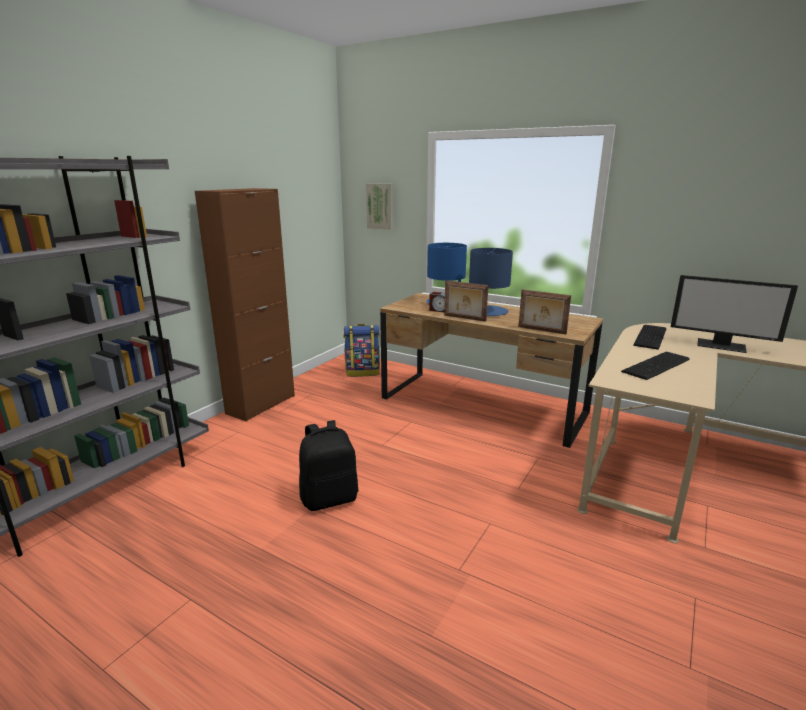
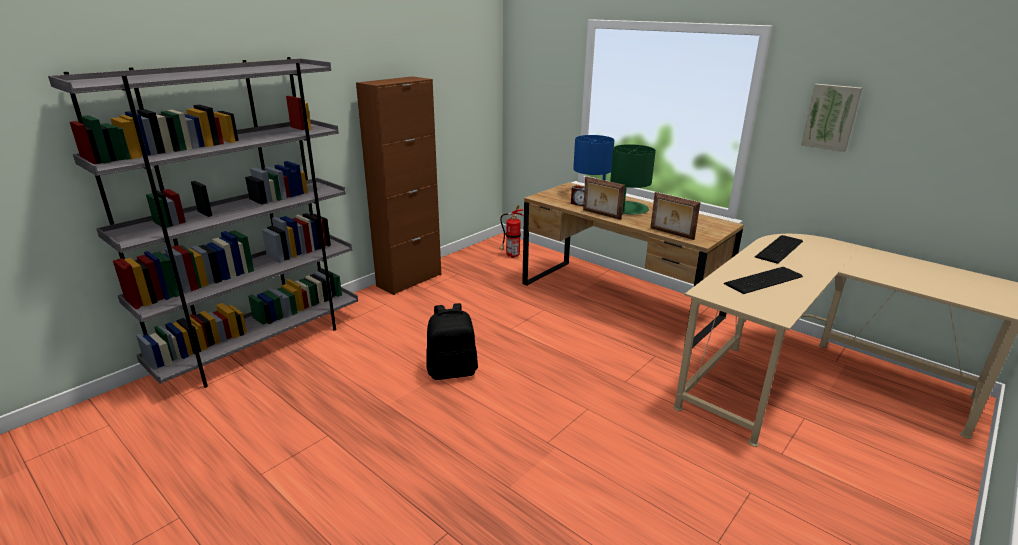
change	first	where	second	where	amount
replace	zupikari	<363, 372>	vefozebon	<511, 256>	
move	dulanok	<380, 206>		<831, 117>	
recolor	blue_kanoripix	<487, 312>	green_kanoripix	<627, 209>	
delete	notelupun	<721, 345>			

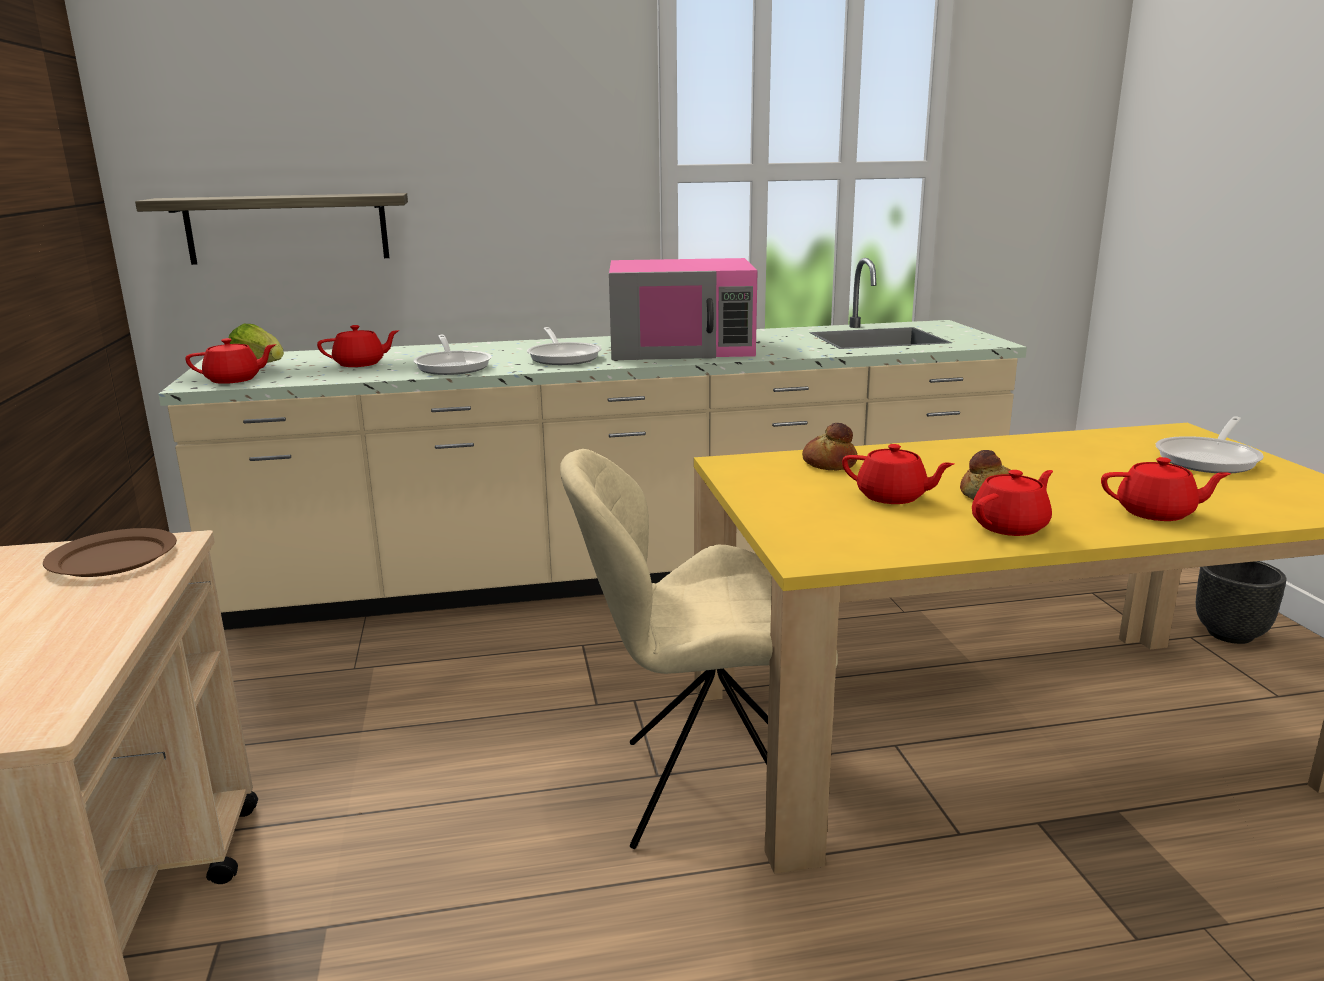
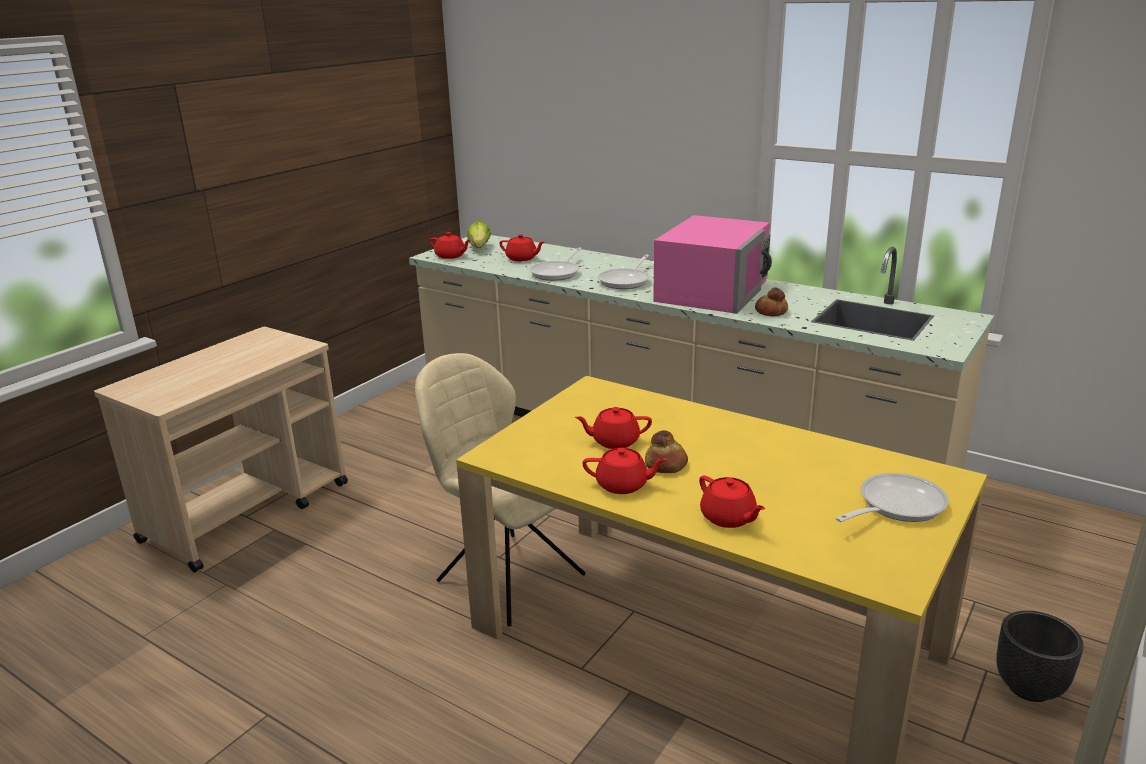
change	first	where	second	where	amount
delete	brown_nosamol	<112, 558>			
delete	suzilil	<287, 228>			
rotate	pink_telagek	<682, 347>		<712, 291>	105 degrees counterclockwise
move	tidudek	<828, 464>		<770, 311>	
rotate	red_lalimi	<892, 497>		<614, 441>	105 degrees clockwise
rotate	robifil	<1210, 459>		<895, 505>	150 degrees clockwise

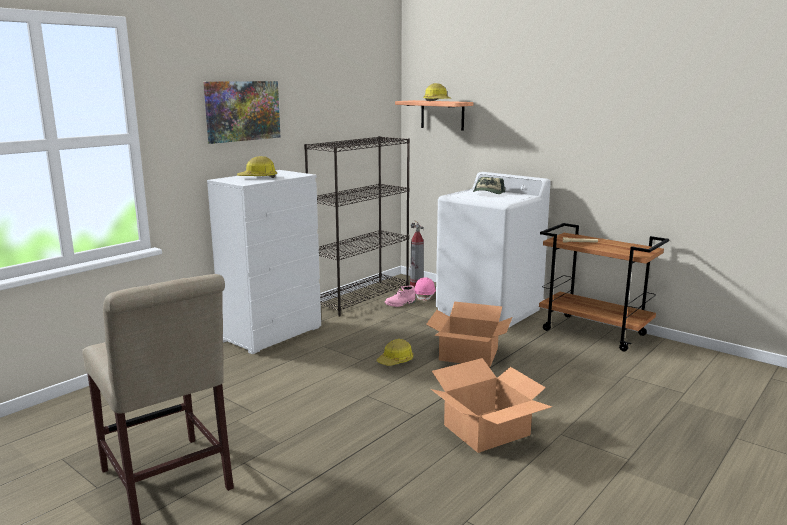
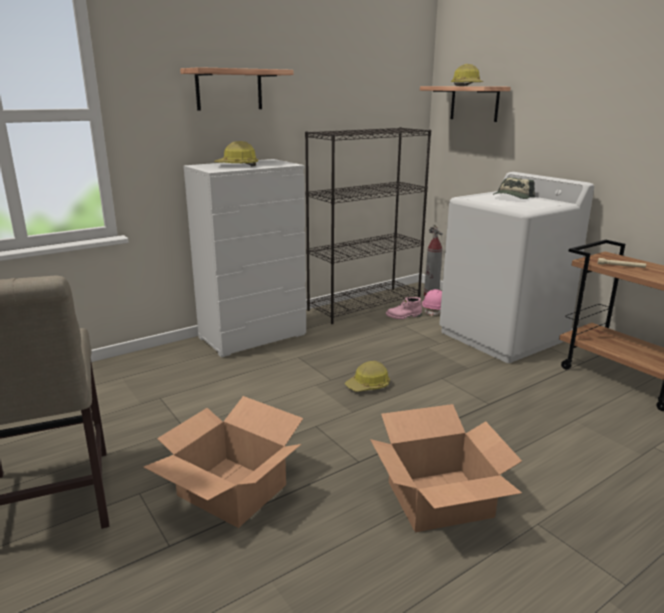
change	first	where	second	where	amount
replace	dulanok	<242, 111>	suzilil	<229, 89>	
move	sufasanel	<468, 355>		<231, 491>	

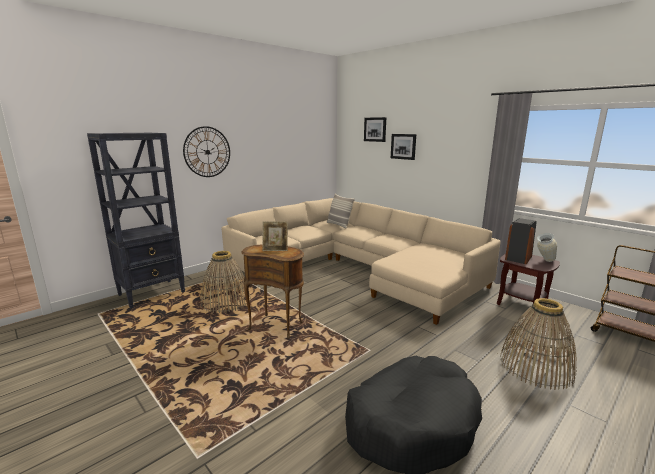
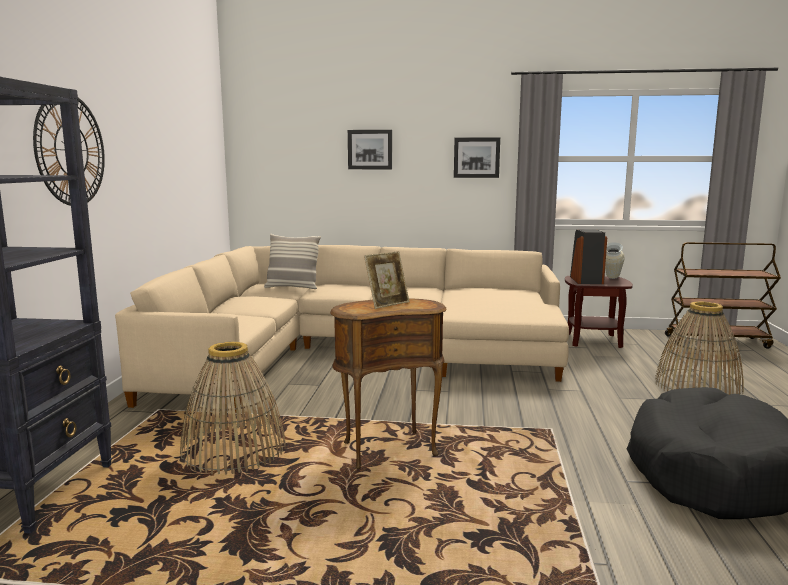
change	first	where	second	where	amount
move	dulanok	<375, 129>		<476, 157>	

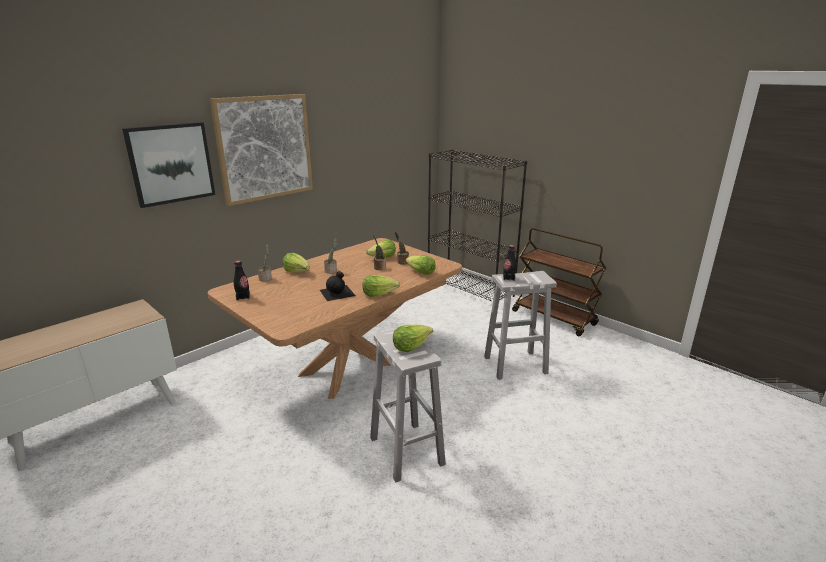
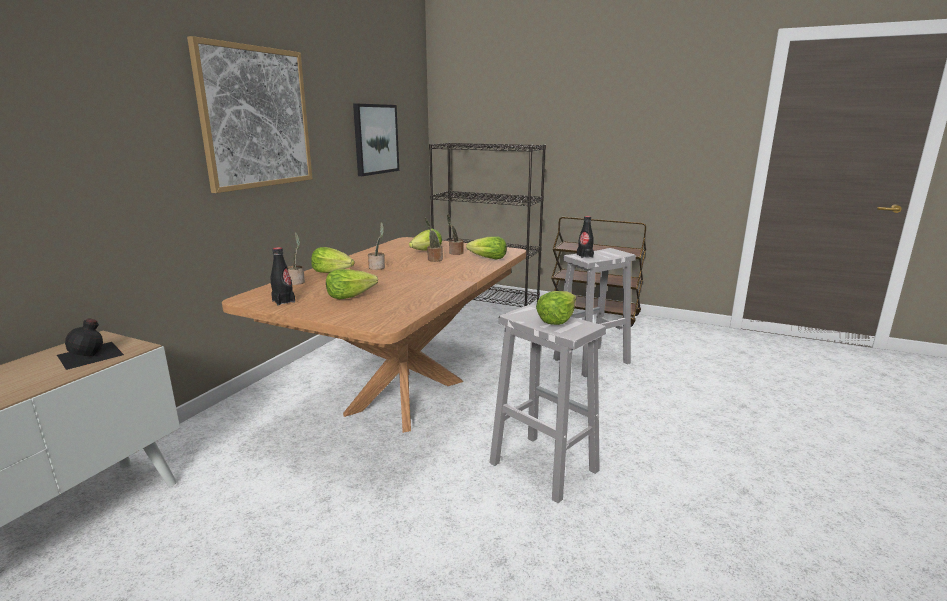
change	first	where	second	where	amount
move	dulanok	<171, 163>		<375, 139>	
move	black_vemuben	<338, 292>		<91, 354>	
move	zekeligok	<379, 294>		<350, 296>	

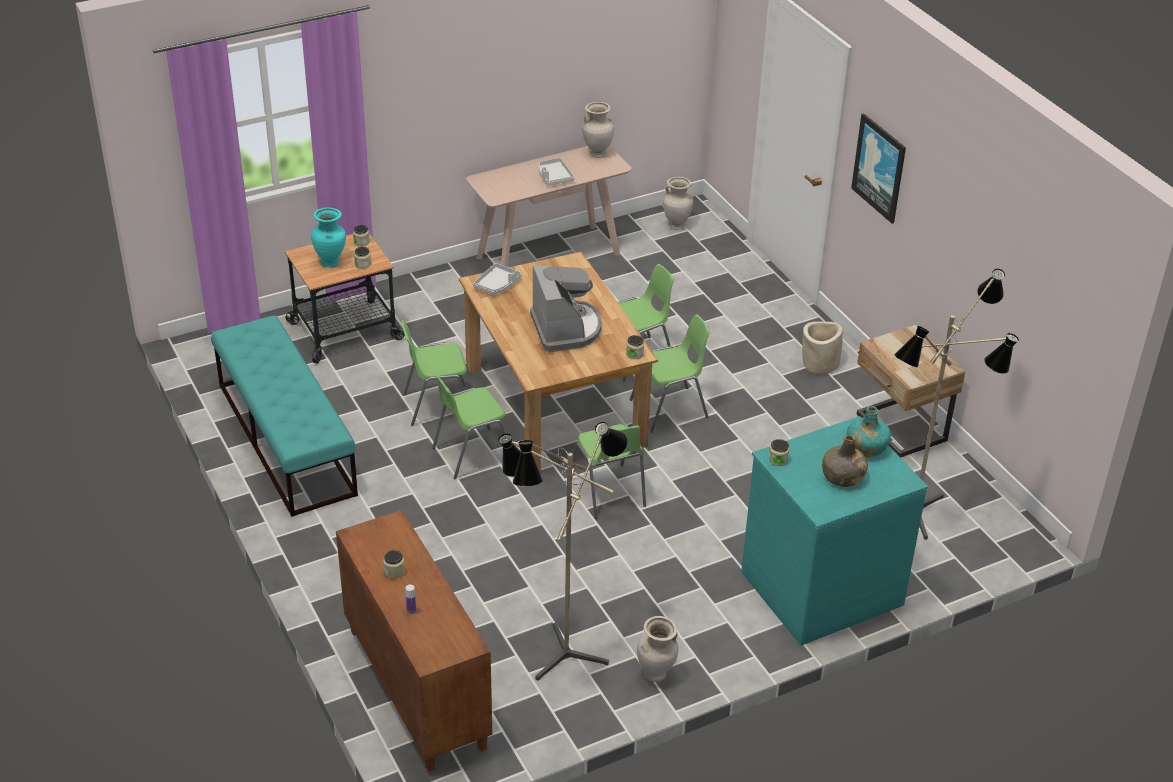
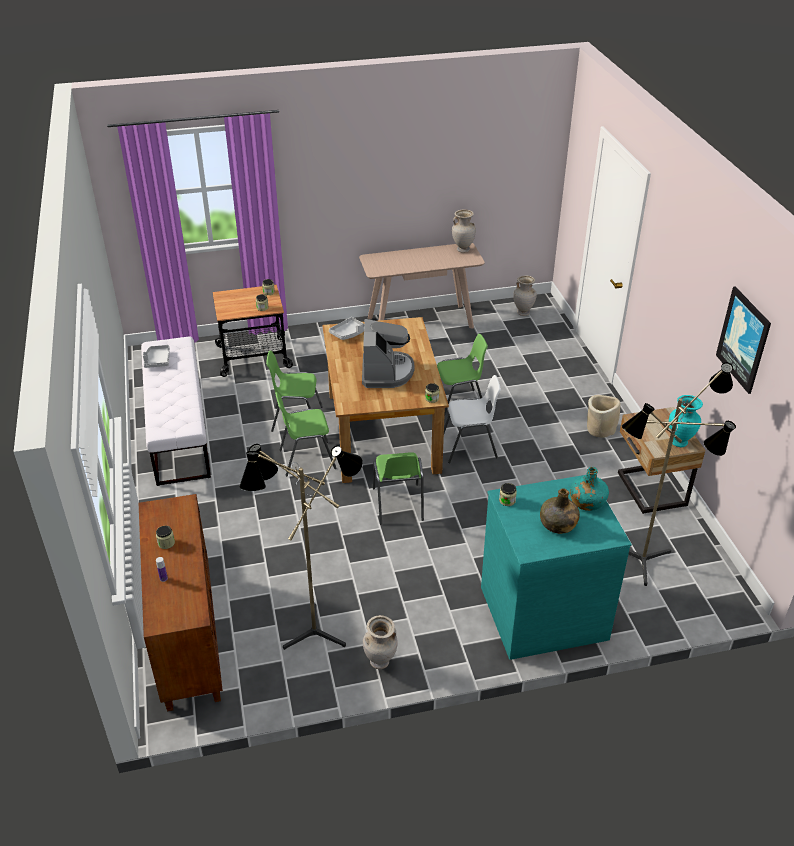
change	first	where	second	where	amount
recolor	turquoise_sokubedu	<286, 438>	white_sokubedu	<178, 427>	
move	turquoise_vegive	<331, 262>		<679, 442>	
move	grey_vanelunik	<554, 177>		<157, 360>	
recolor	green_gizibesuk	<670, 409>	white_gizibesuk	<470, 447>	
move	dulanok	<879, 168>		<744, 339>	

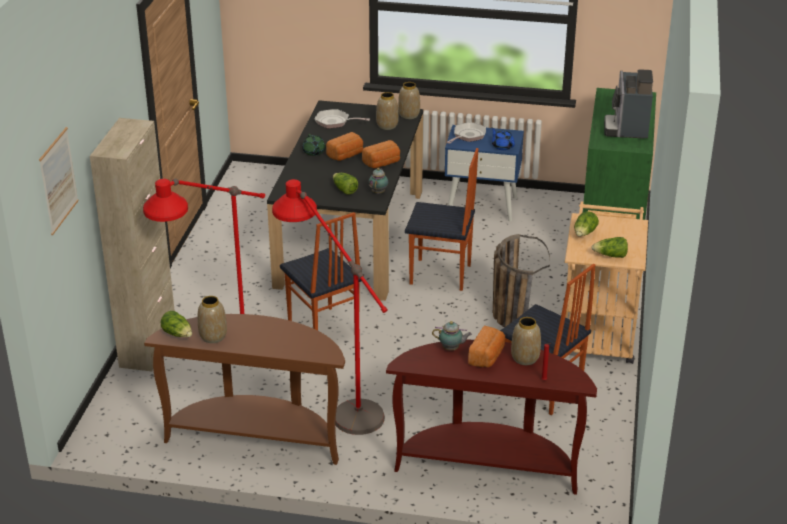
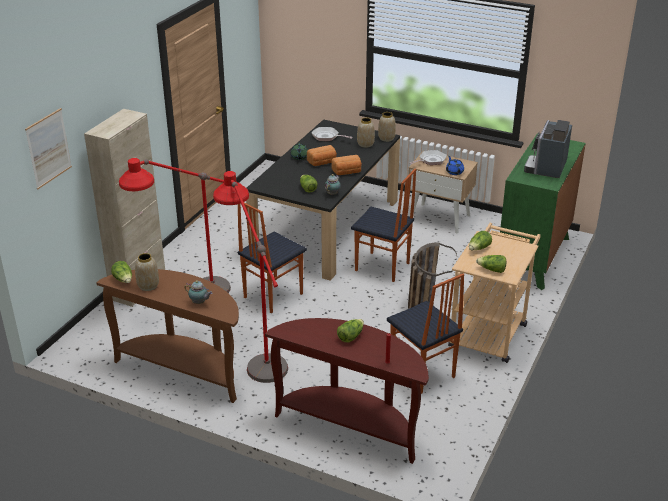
change	first	where	second	where	amount
rotate	gizibesuk	<322, 329>		<272, 295>	60 degrees clockwise
move	lalimi	<451, 349>		<199, 303>	
recolor	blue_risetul	<482, 206>	beige_risetul	<439, 218>	
replace	tidudek	<487, 357>	zekeligok	<350, 336>	
delete	vegive	<525, 358>			

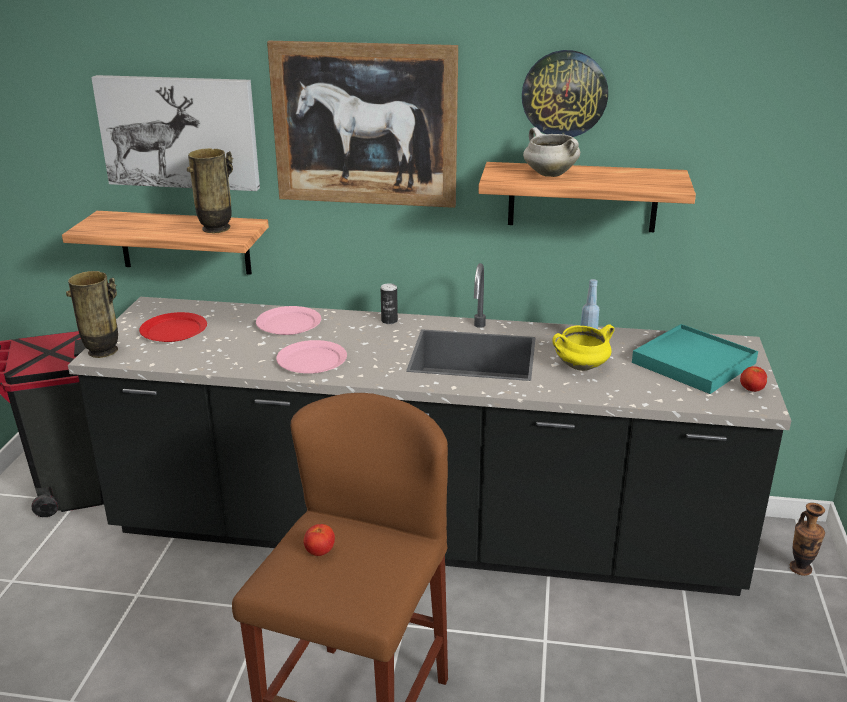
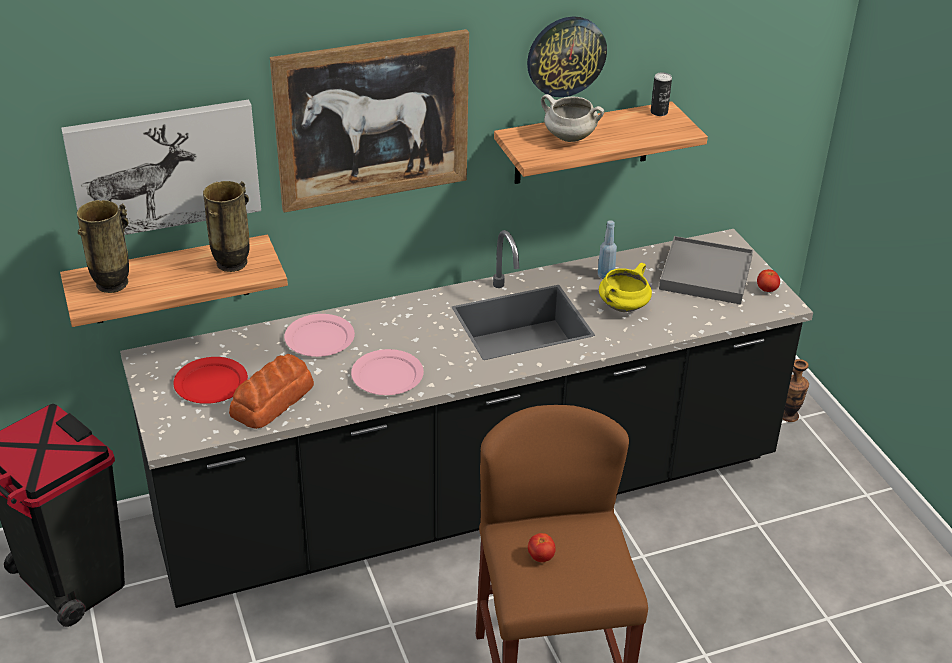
change	first	where	second	where	amount
move	vegive	<103, 352>		<112, 284>	
move	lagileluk	<389, 321>		<659, 112>	
recolor	turquoise_vanelunik	<693, 363>	grey_vanelunik	<706, 274>	
insert			tidudek	<273, 400>	

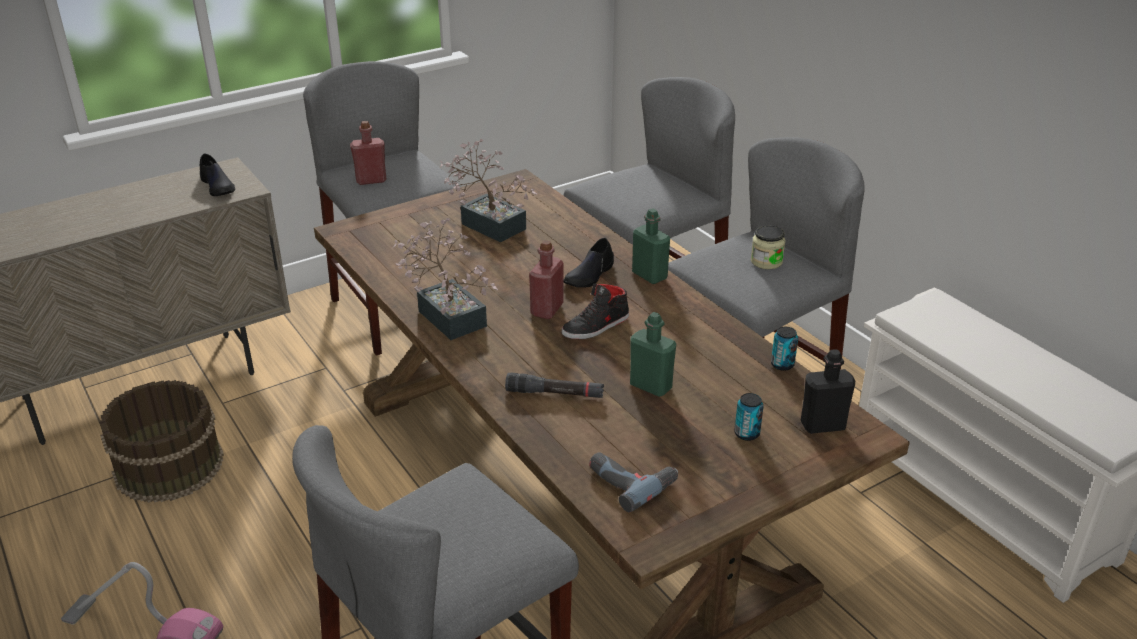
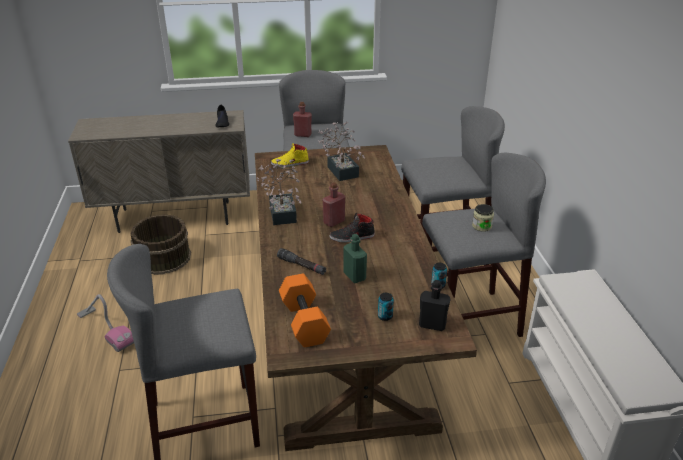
change	first	where	second	where	amount
delete	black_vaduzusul	<589, 275>			
replace	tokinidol	<631, 480>	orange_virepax	<303, 321>	
delete	green_vemuben	<649, 275>			
insert			yellow_vaduzusul	<290, 164>	

